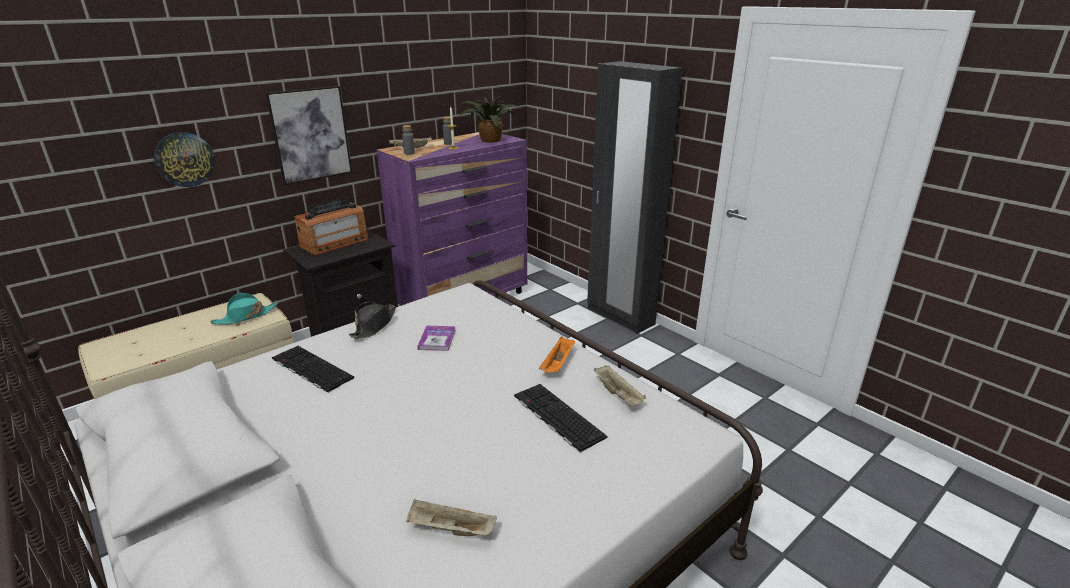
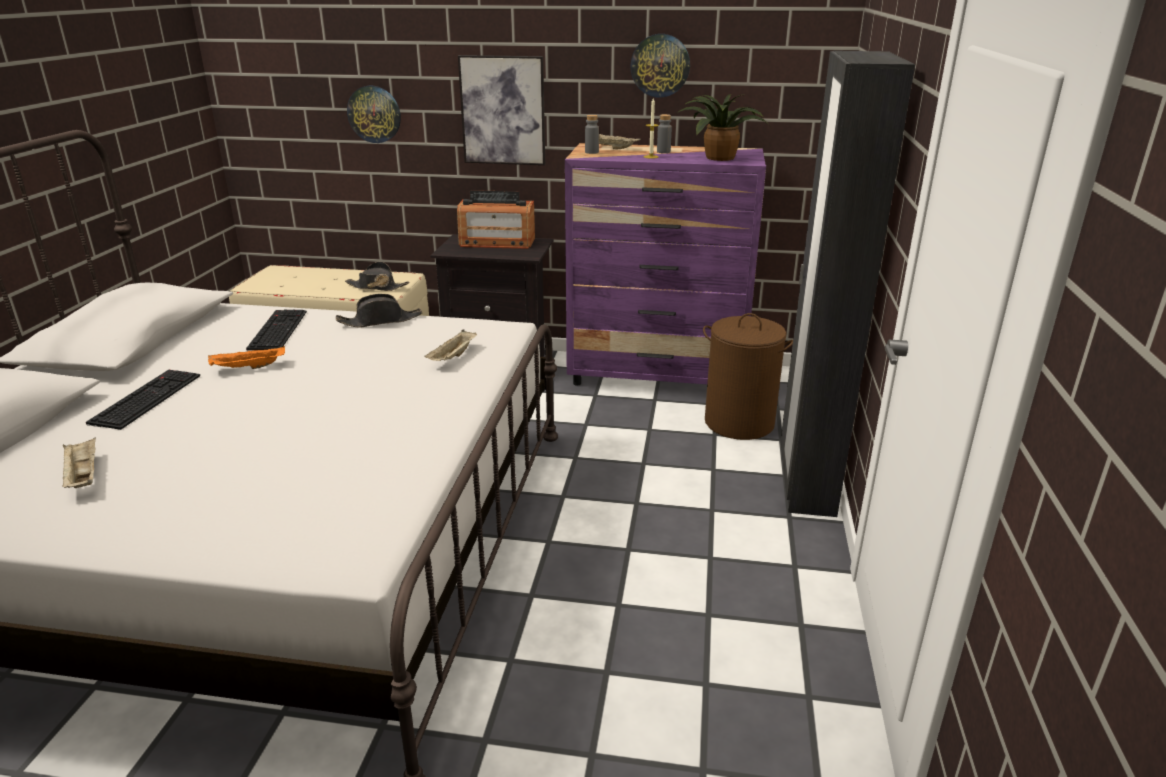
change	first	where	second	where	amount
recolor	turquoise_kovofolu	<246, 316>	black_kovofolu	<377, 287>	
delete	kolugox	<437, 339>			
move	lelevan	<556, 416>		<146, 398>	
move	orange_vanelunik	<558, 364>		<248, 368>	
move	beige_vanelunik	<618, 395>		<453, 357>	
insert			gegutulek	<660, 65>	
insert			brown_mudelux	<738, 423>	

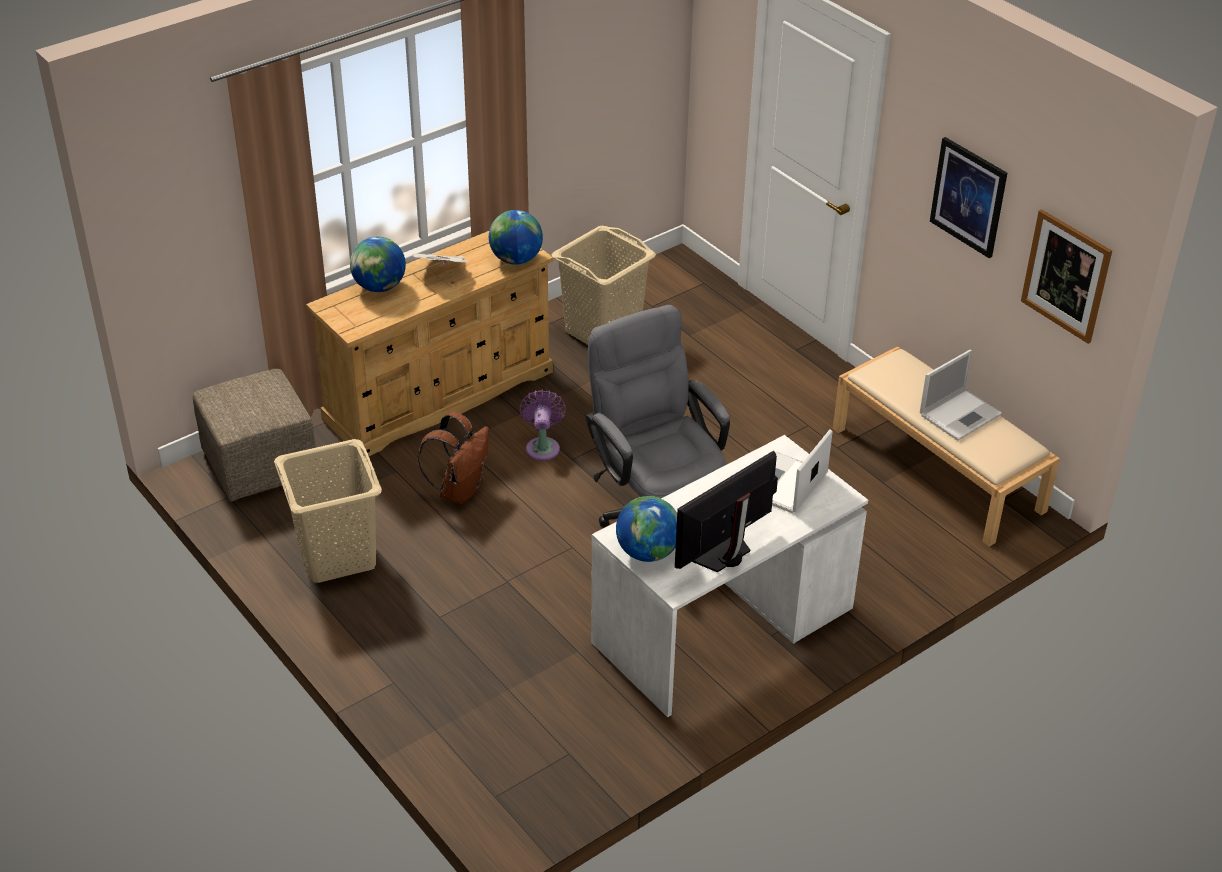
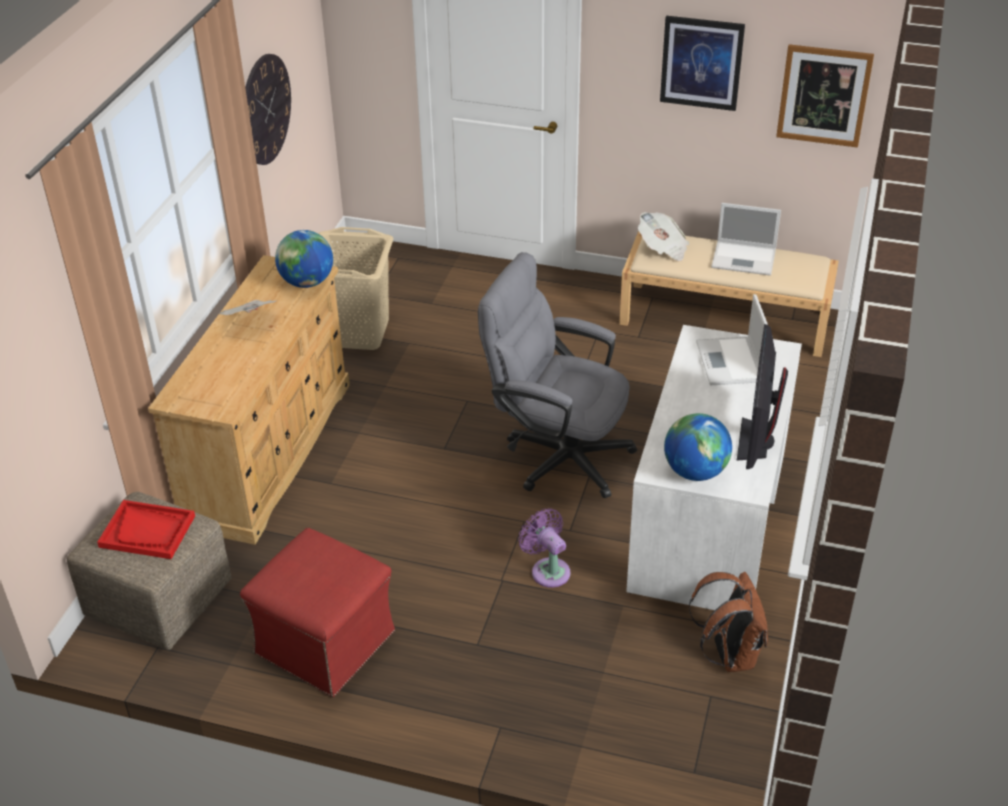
change	first	where	second	where	amount
replace	beige_mudelux	<338, 556>	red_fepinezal	<326, 643>	
delete	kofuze	<379, 287>			
move	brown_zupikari	<460, 490>		<729, 654>	
move	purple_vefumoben	<543, 446>		<548, 570>	
rotate	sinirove	<961, 414>		<745, 258>	90 degrees clockwise
insert			red_vanelunik	<147, 531>	
insert			gegutulek	<265, 109>	
insert			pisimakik	<663, 248>	

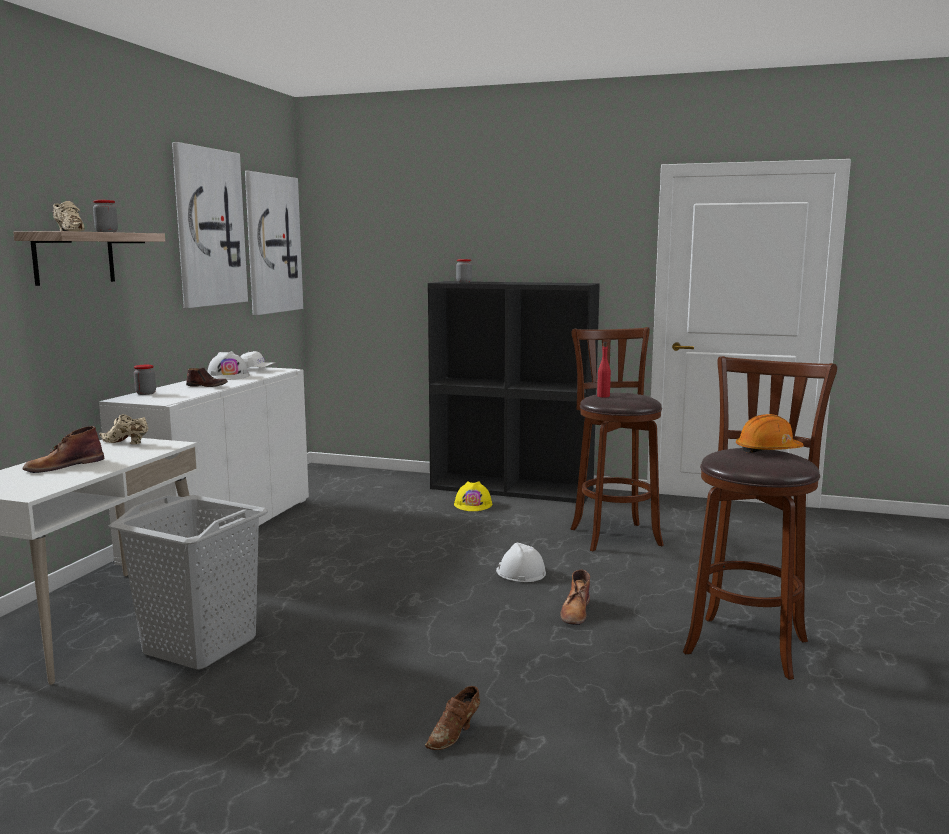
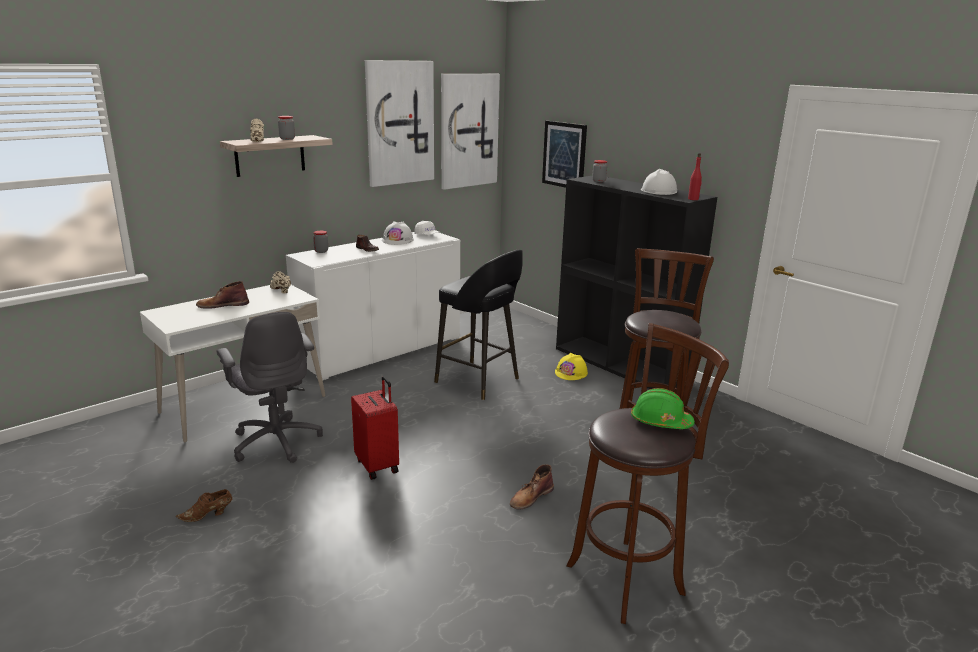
change	first	where	second	where	amount
replace	grey_mudelux	<200, 646>	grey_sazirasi	<276, 441>	
move	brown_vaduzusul	<455, 734>		<208, 515>	
move	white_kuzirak	<520, 572>		<658, 191>	
move	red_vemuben	<603, 396>		<693, 199>	
recolor	orange_kuzirak	<767, 450>	green_kuzirak	<660, 422>	
insert			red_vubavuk	<378, 465>	
insert			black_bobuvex	<479, 381>	
insert			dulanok	<564, 155>	

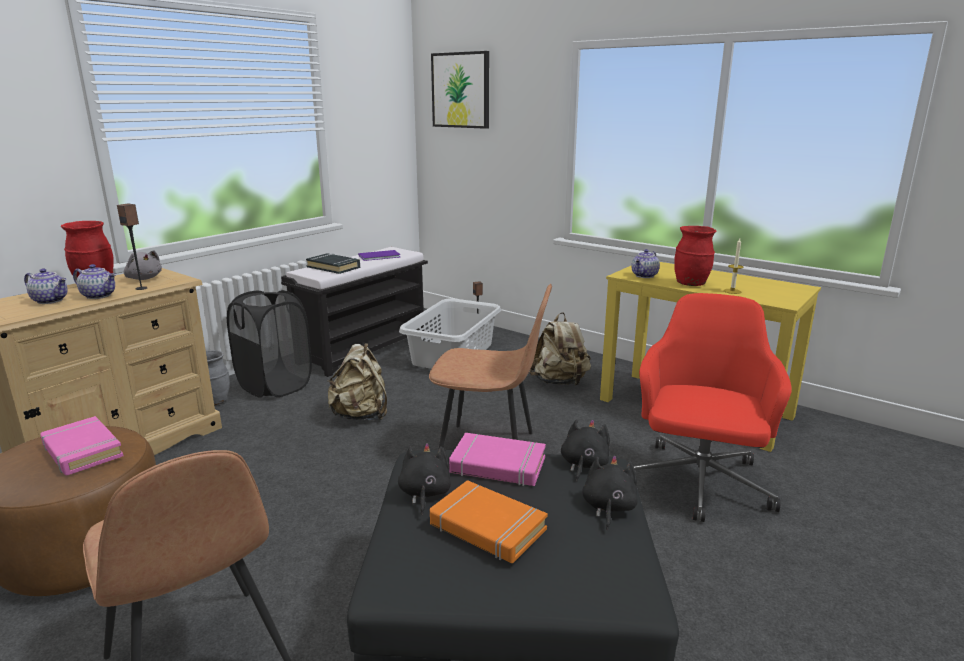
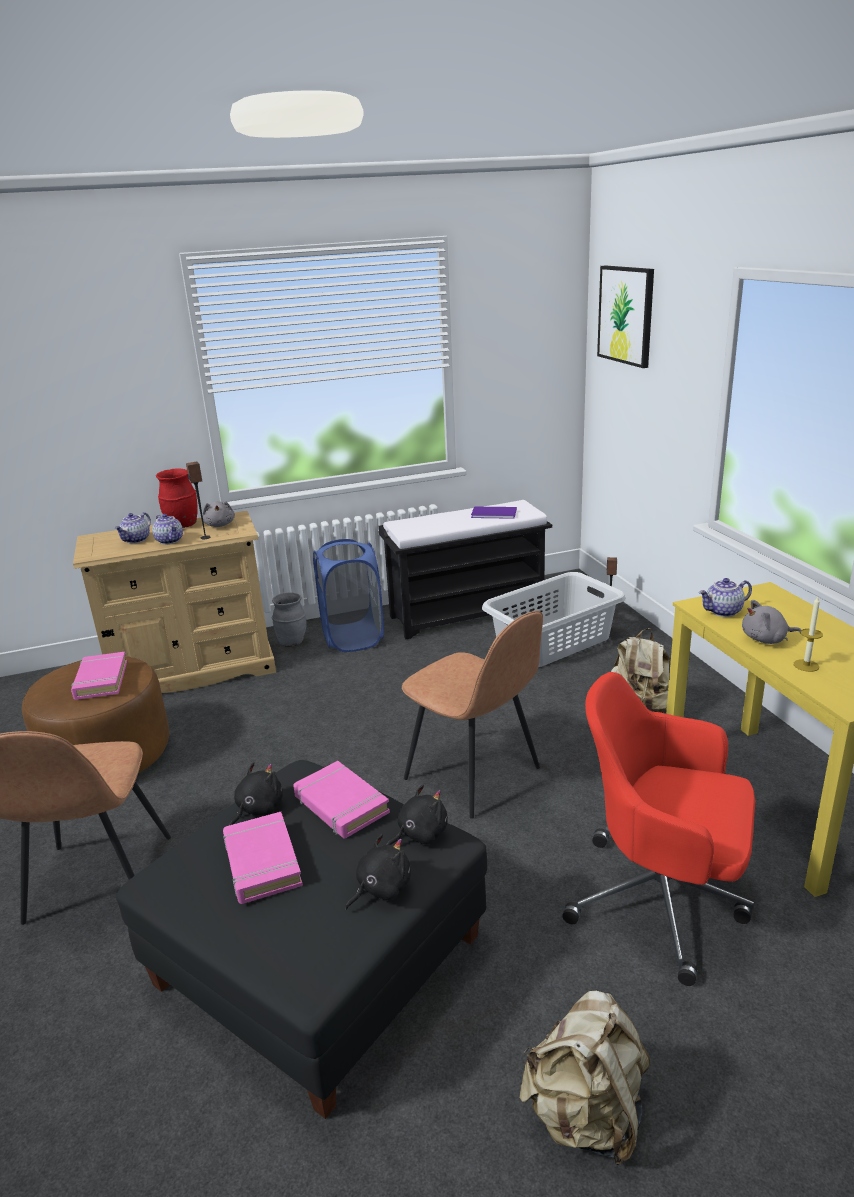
change	first	where	second	where	amount
rotate	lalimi	<51, 300>		<136, 540>	60 degrees clockwise
recolor	black_mudelux	<275, 385>	blue_mudelux	<353, 637>	
delete	black_kolugox	<334, 267>			
move	beige_zupikari	<361, 415>		<586, 1115>	
recolor	orange_kolugox	<487, 528>	pink_kolugox	<262, 863>	
rotate	red_sazirasi	<697, 485>		<661, 901>	120 degrees counterclockwise
replace	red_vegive	<691, 284>	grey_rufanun	<766, 639>	

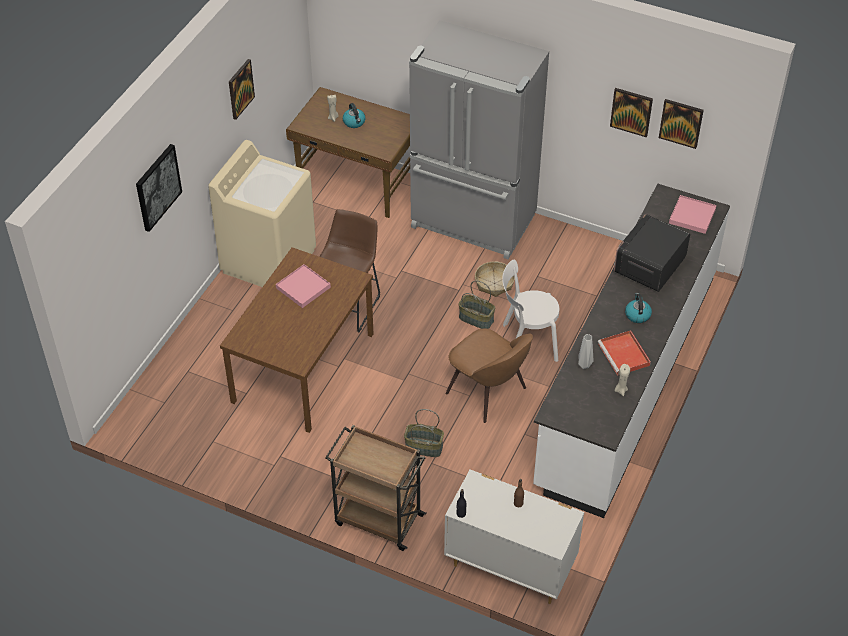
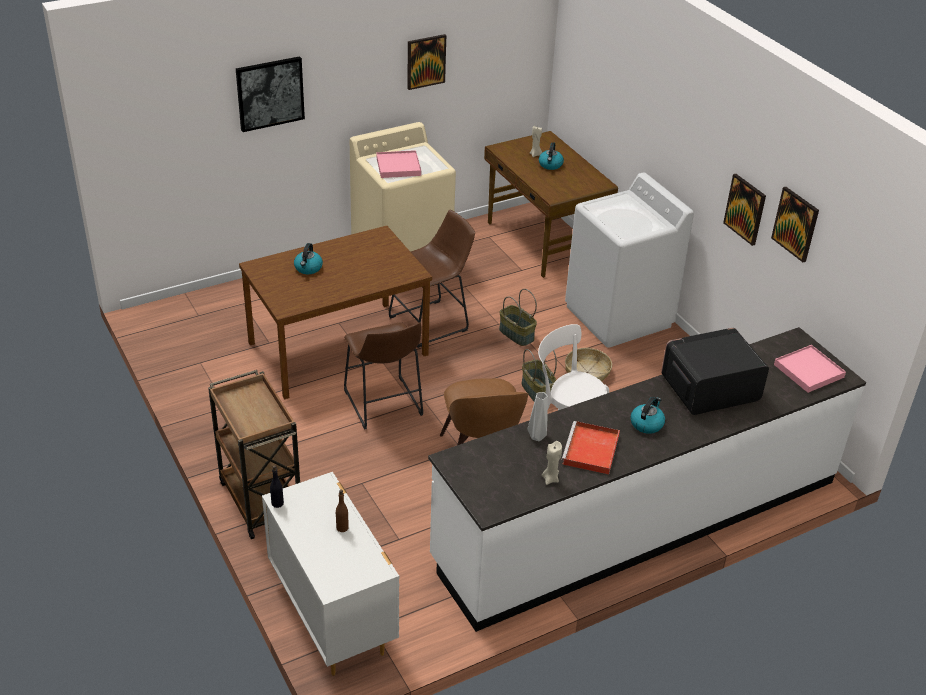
change	first	where	second	where	amount
move	pink_vanelunik	<303, 288>		<398, 166>	
move	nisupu	<423, 448>		<516, 334>	
replace	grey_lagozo	<472, 223>	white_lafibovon	<619, 316>	
move	dulanok	<681, 123>		<745, 209>	
insert			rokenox	<308, 268>	
insert			brown_bobuvex	<384, 406>	

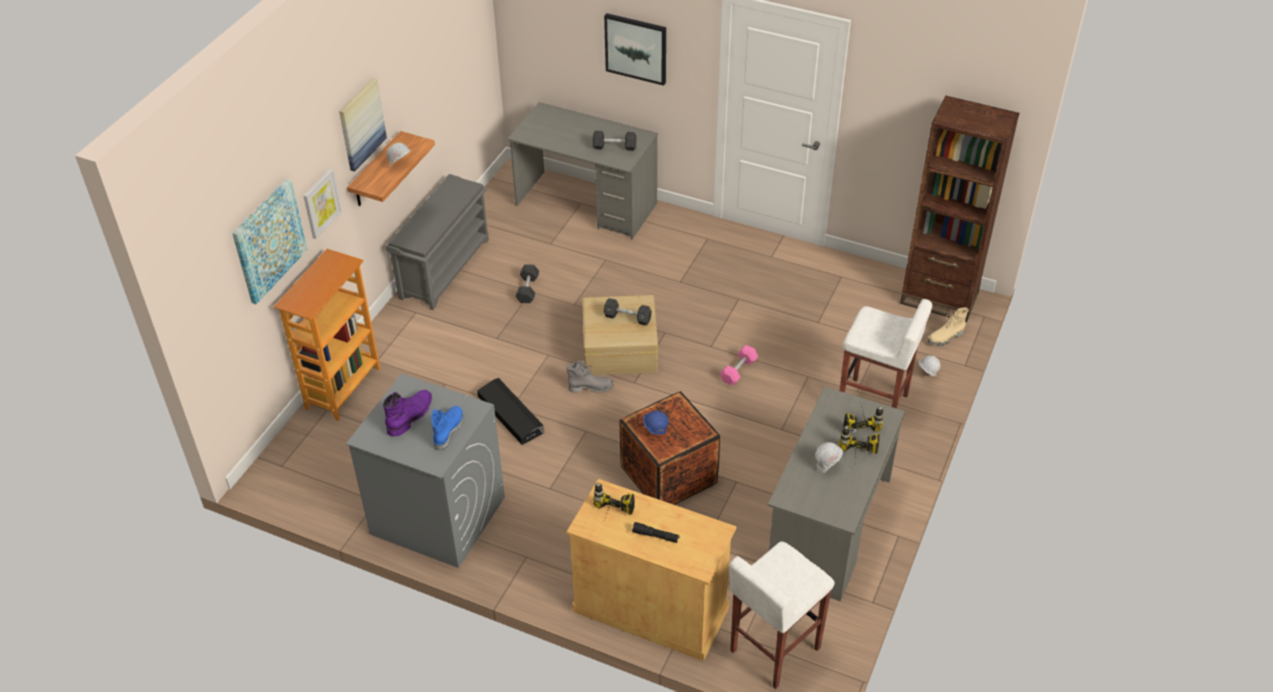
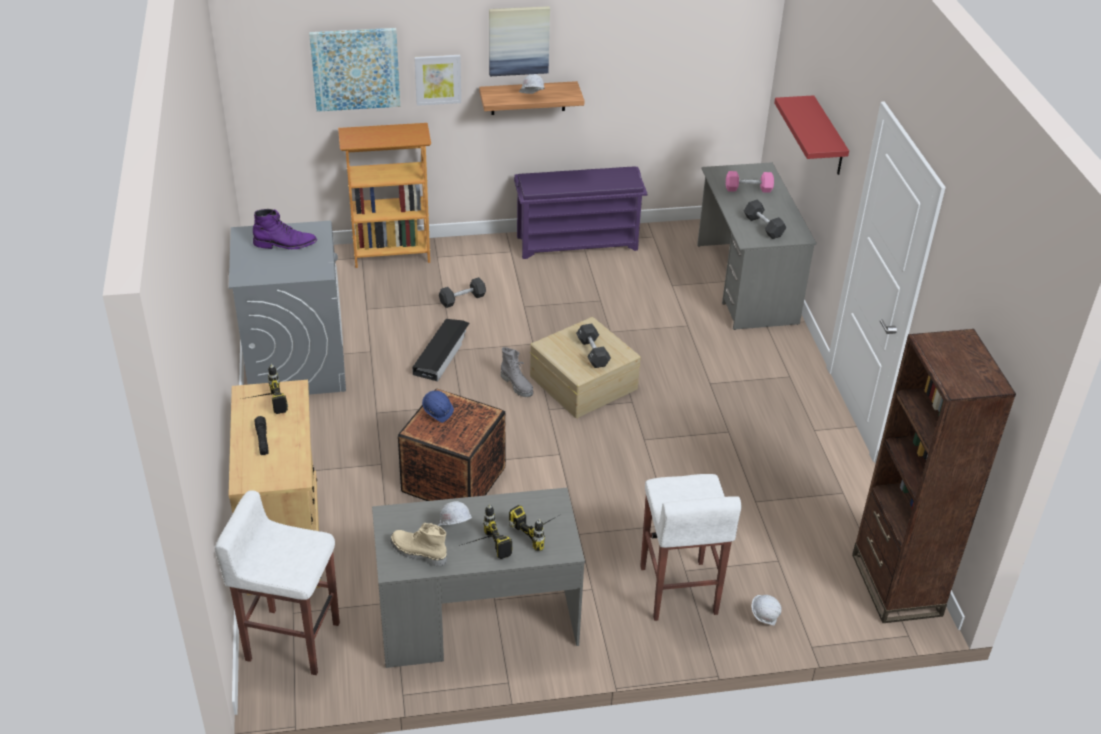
change	first	where	second	where	amount
recolor	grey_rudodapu	<444, 268>	purple_rudodapu	<578, 242>	
delete	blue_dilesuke	<447, 431>			
move	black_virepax	<528, 289>		<462, 299>	
replace	dulanok	<636, 48>	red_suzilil	<828, 137>	
move	pink_virepax	<738, 371>		<748, 189>	
move	beige_dilesuke	<946, 338>		<418, 553>	

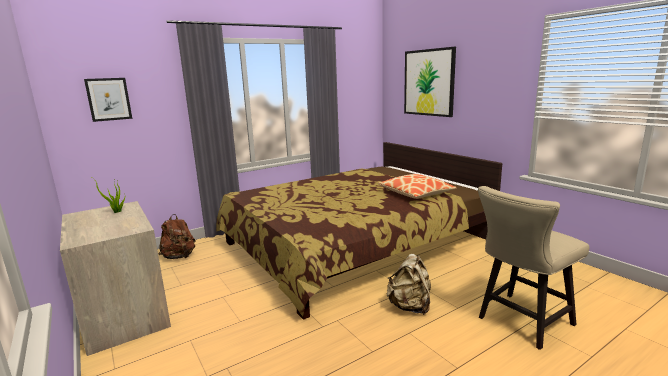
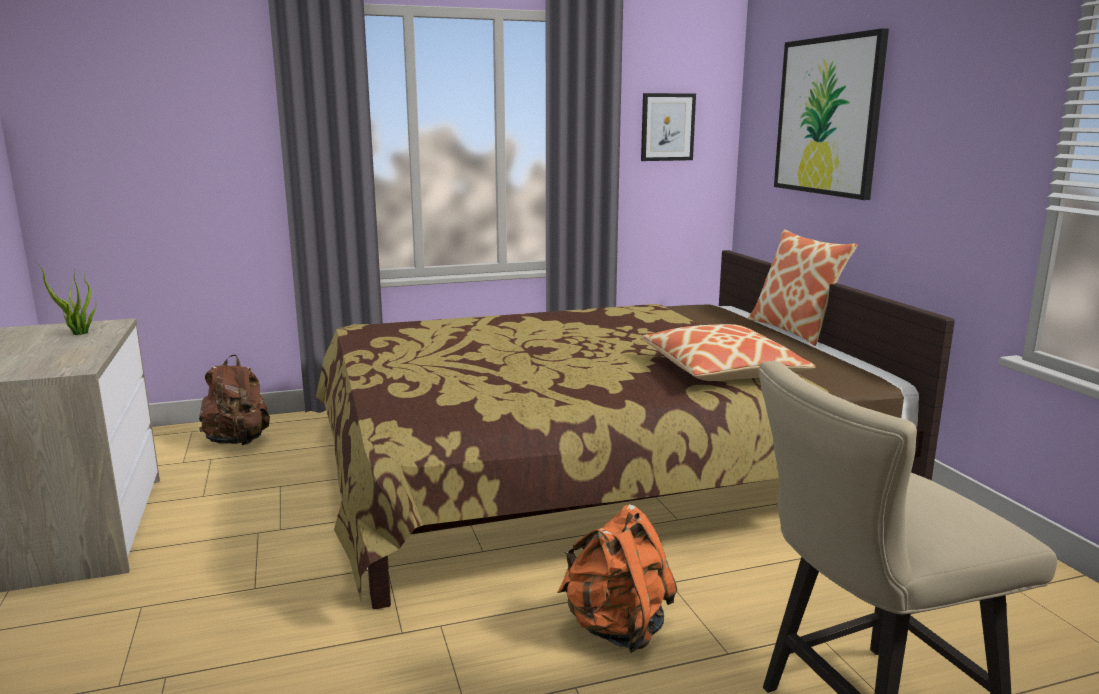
change	first	where	second	where	amount
move	dulanok	<109, 99>		<667, 127>	
recolor	beige_zupikari	<410, 306>	orange_zupikari	<616, 628>	
insert			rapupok	<794, 330>	

